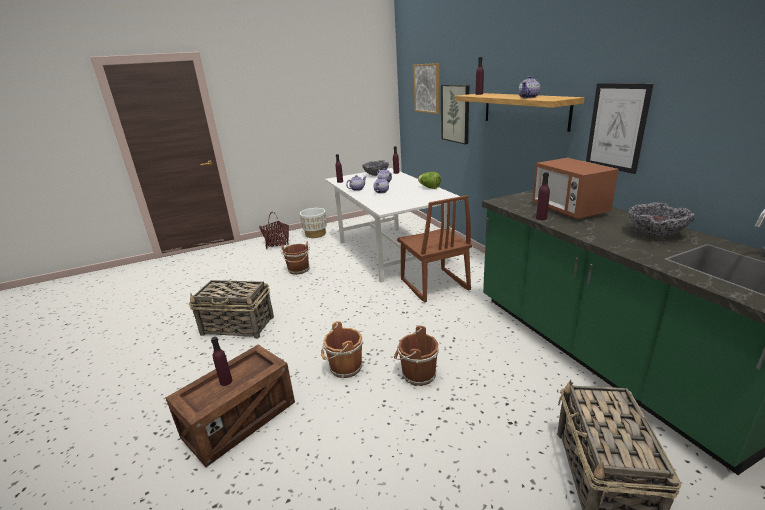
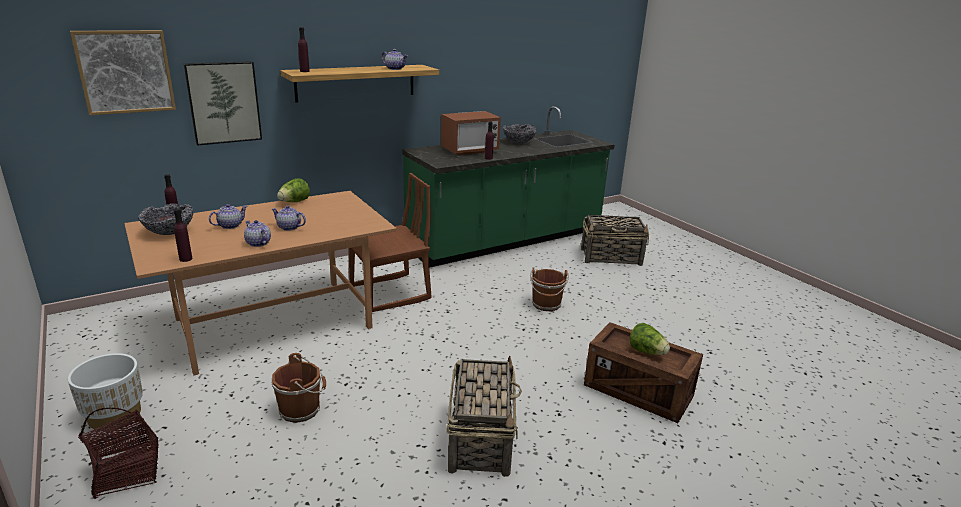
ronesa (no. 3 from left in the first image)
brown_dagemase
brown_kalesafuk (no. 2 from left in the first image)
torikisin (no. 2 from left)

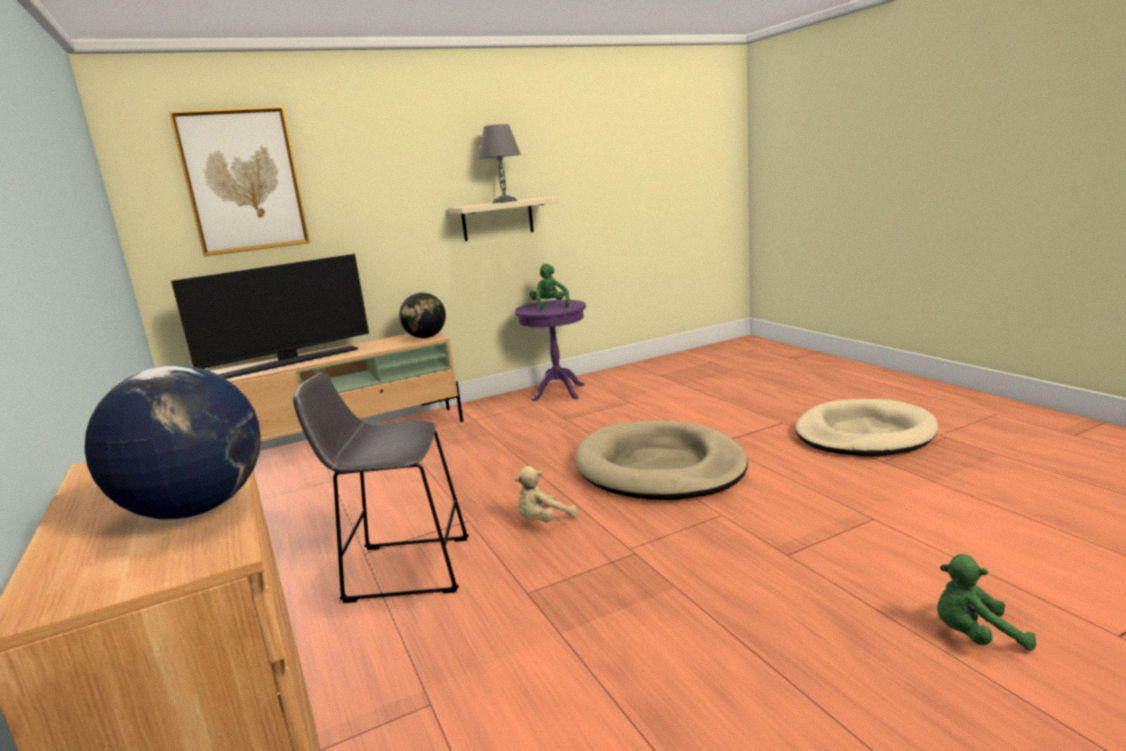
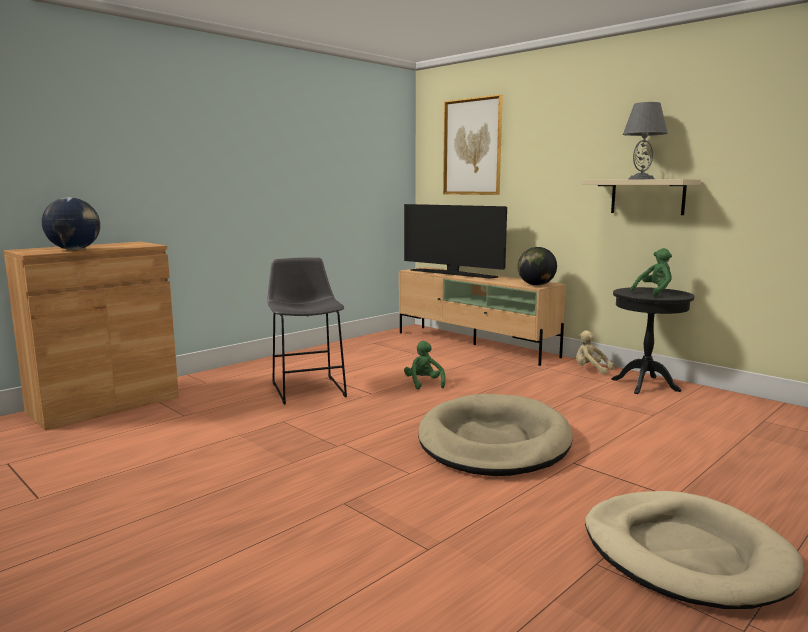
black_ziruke
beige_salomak
green_salomak (no. 1 from left)

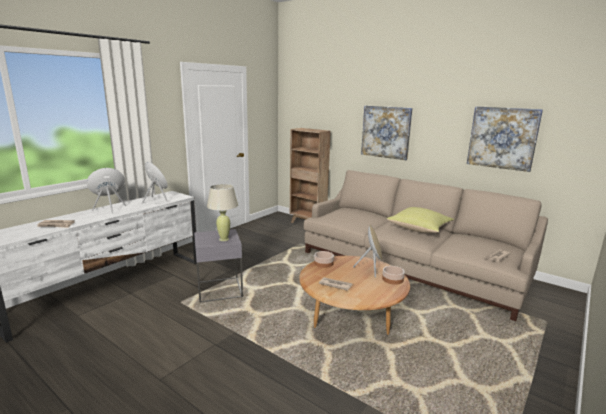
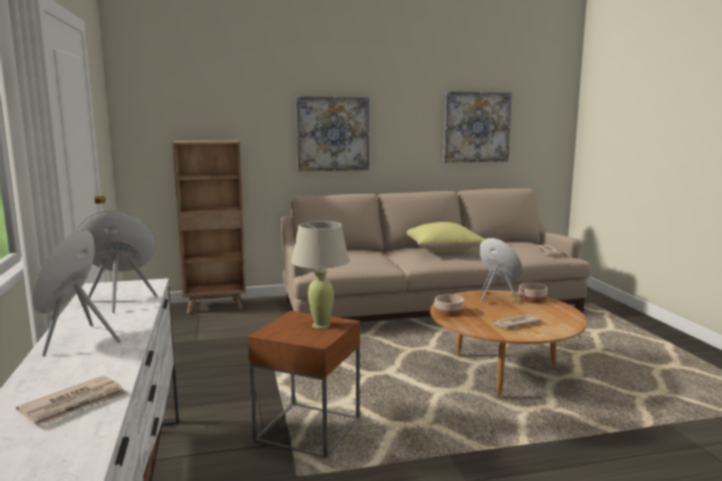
brown_ziruke

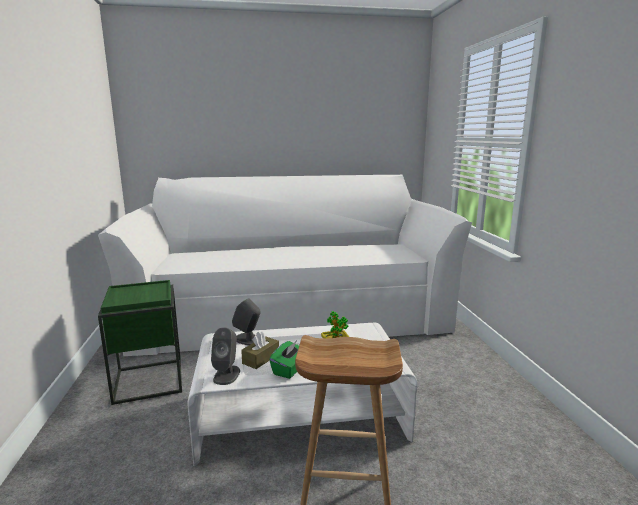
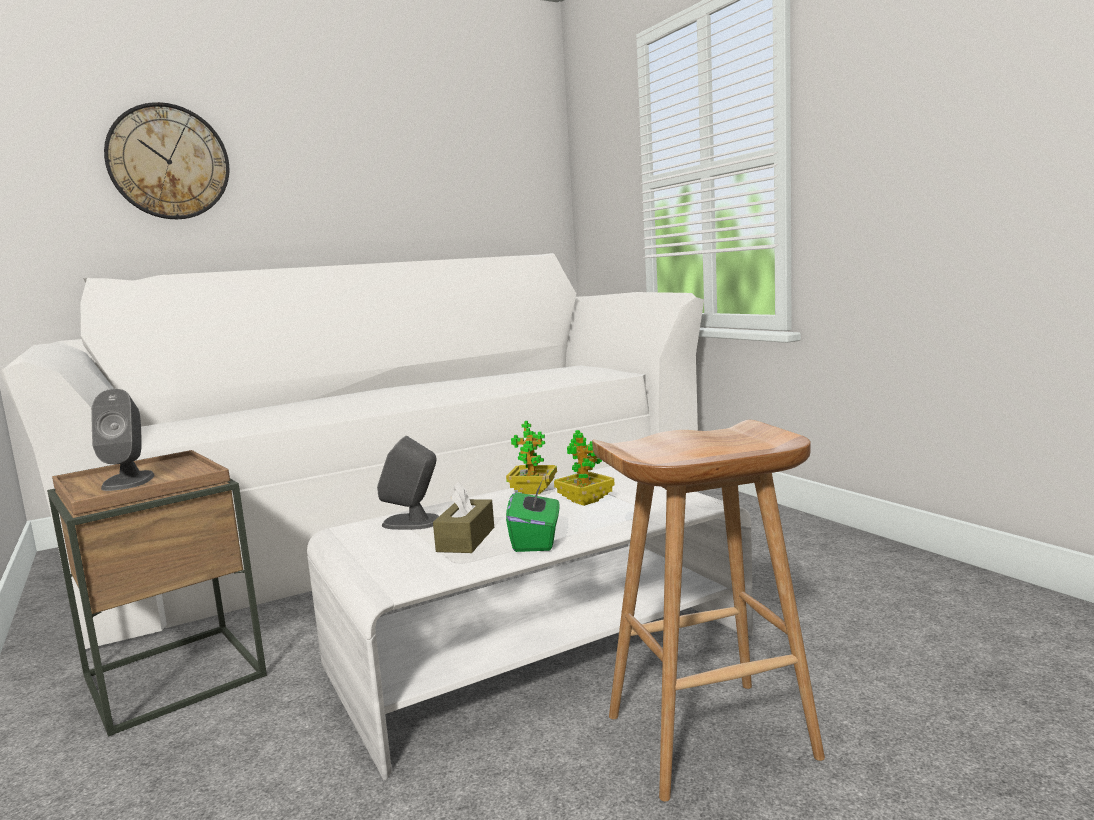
brown_ziruke
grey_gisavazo (no. 1 from left)
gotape
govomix (no. 1 from left)

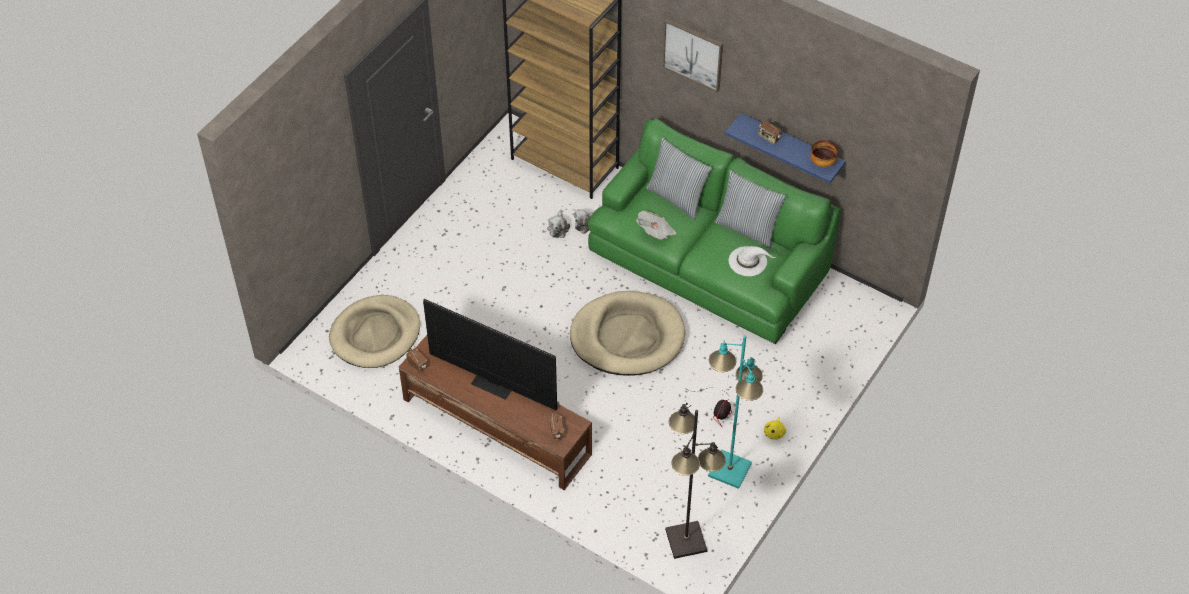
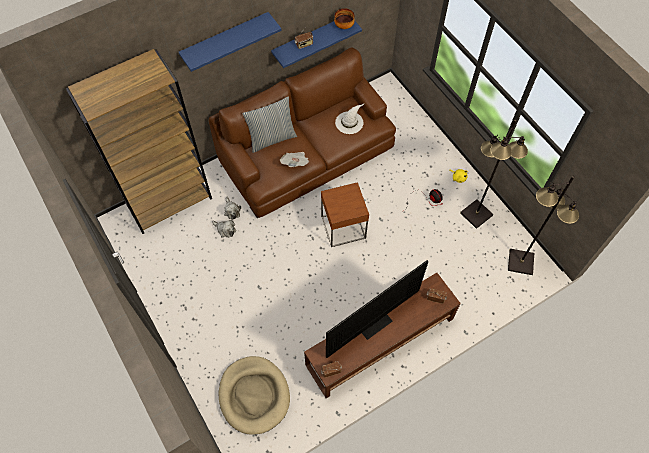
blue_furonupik (no. 1 from left)
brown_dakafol
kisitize (no. 2 from left in the first image)
brown_ziruke
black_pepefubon (no. 1 from left)

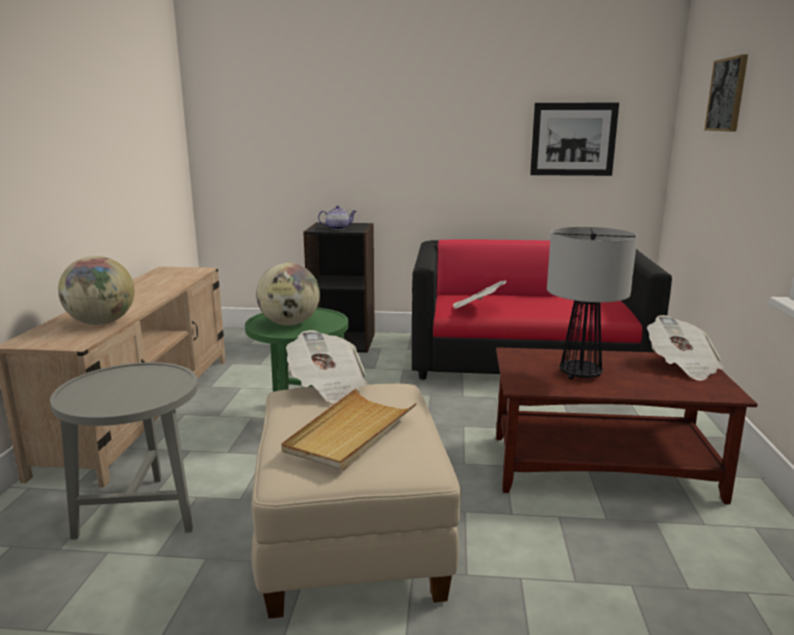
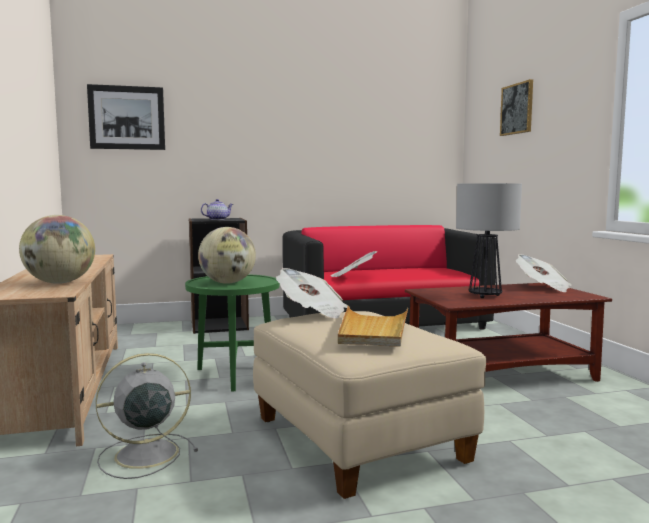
ronesa (no. 1 from left)
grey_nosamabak

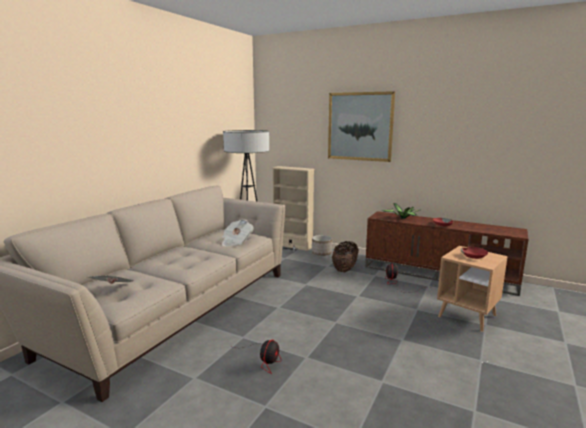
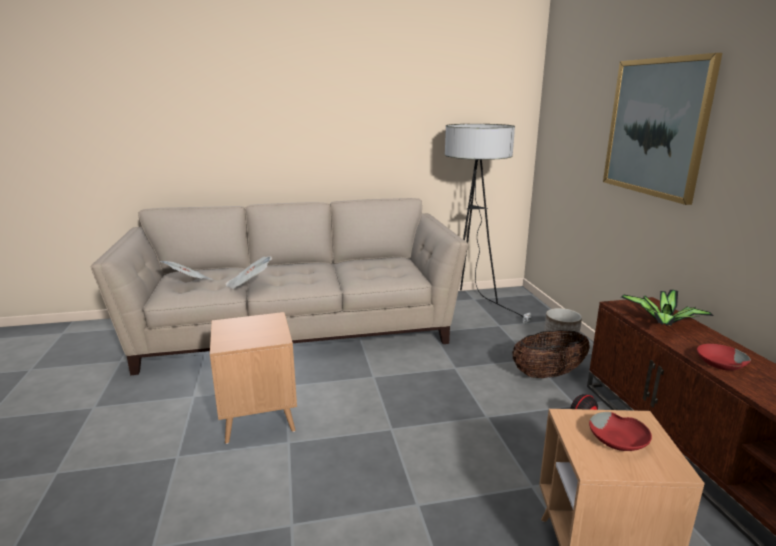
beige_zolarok
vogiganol (no. 2 from left)
brown_ziruke (no. 1 from left)

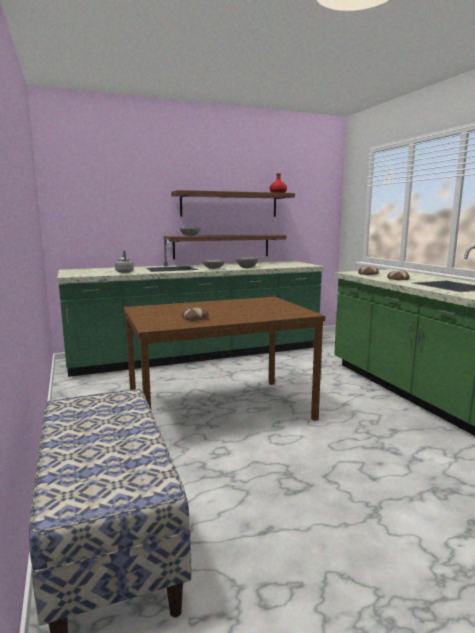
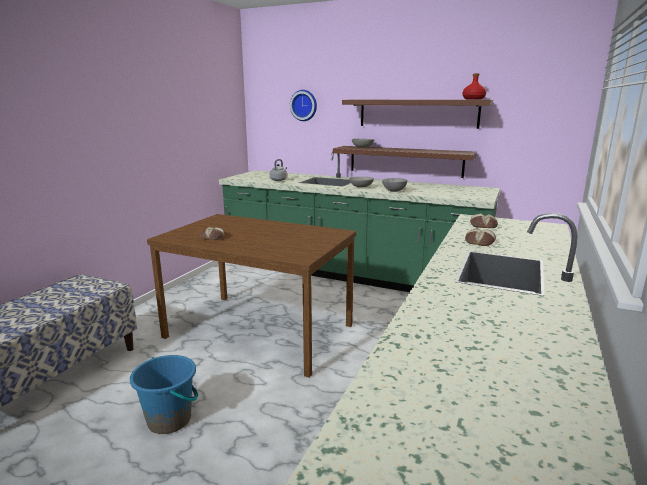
gotape
blue_kalesafuk

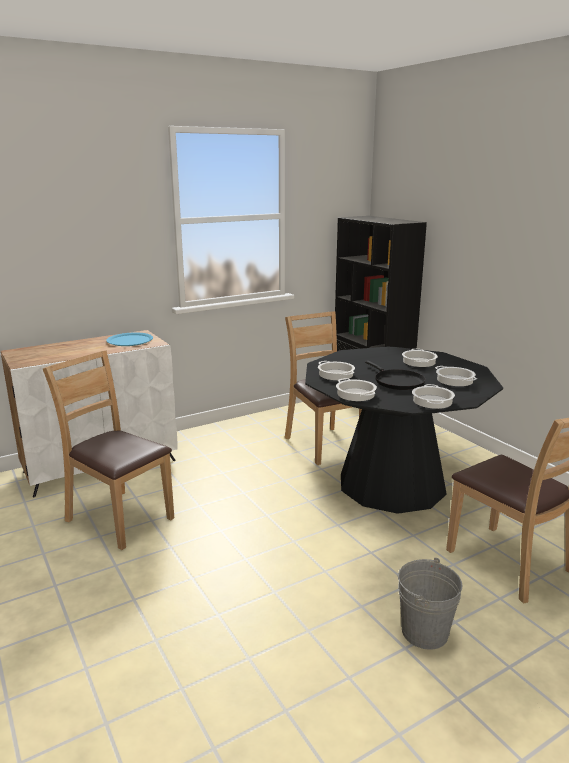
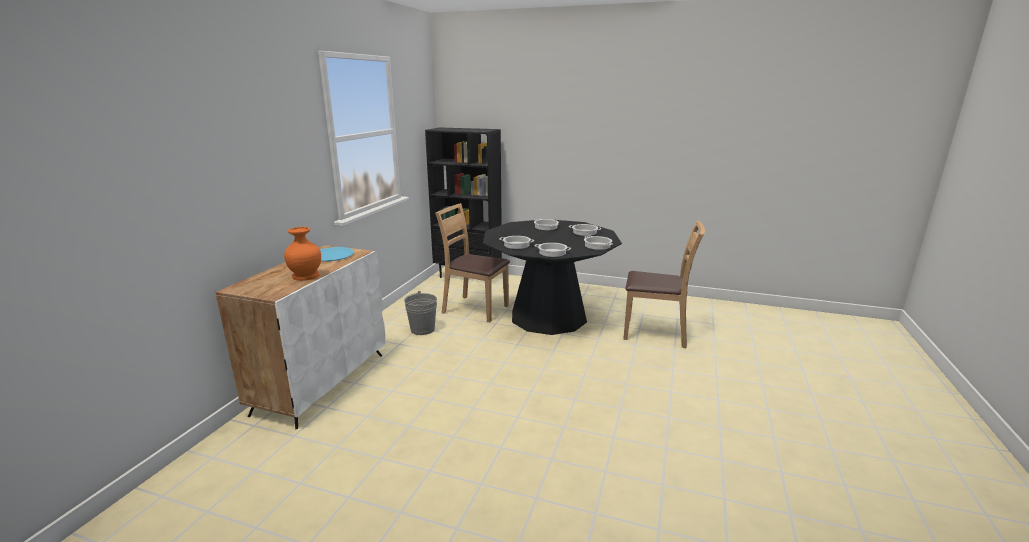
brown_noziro (no. 1 from left in the first image)
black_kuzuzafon
grey_kalesafuk
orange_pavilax

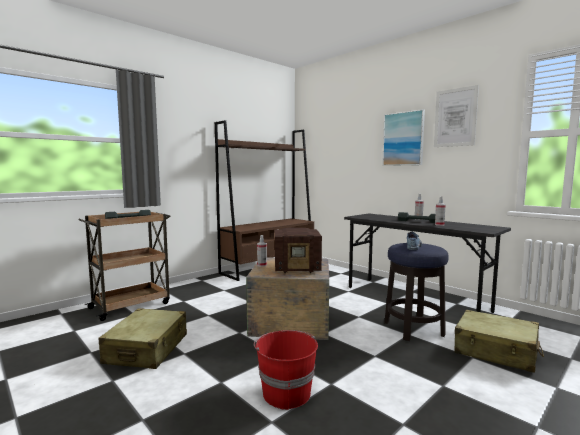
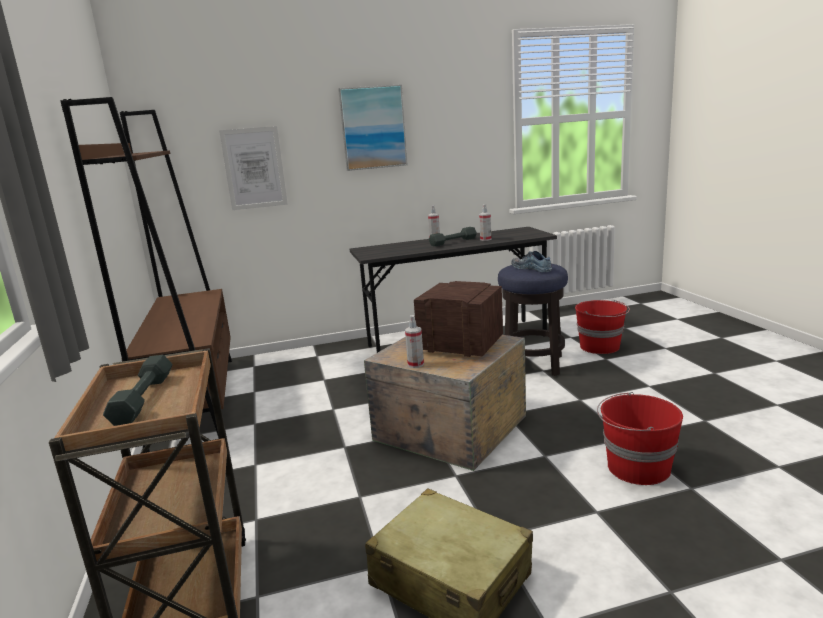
ronesa (no. 1 from left)
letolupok
red_kalesafuk (no. 1 from left)

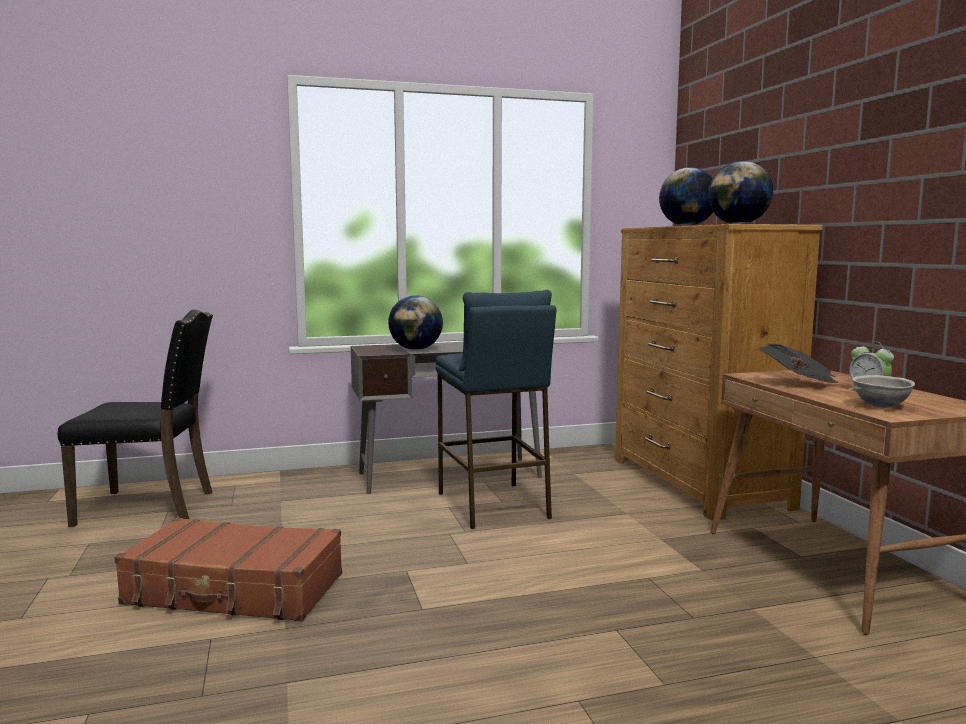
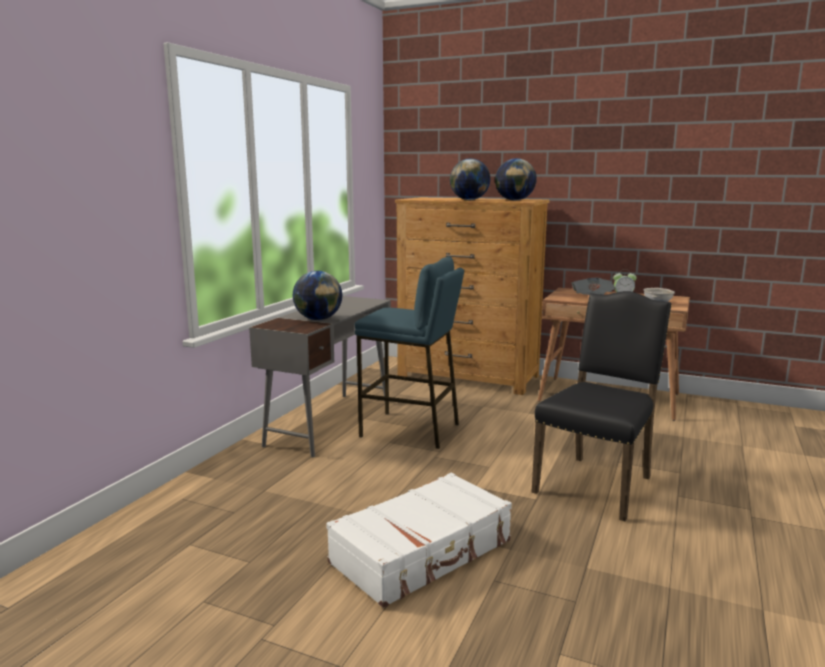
black_noziro
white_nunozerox

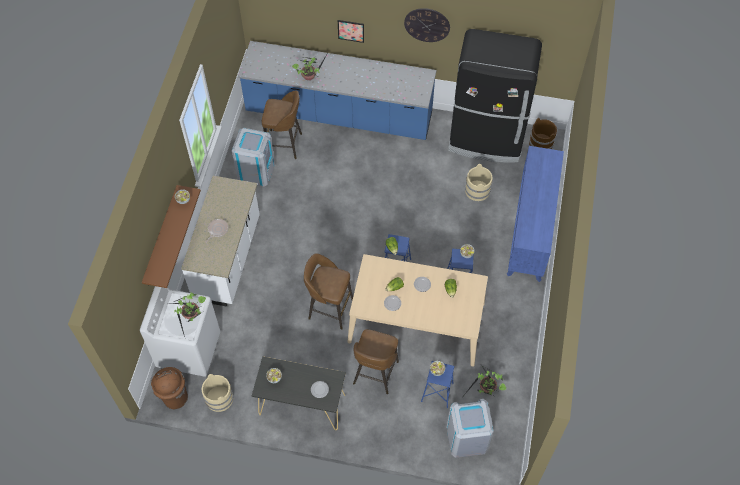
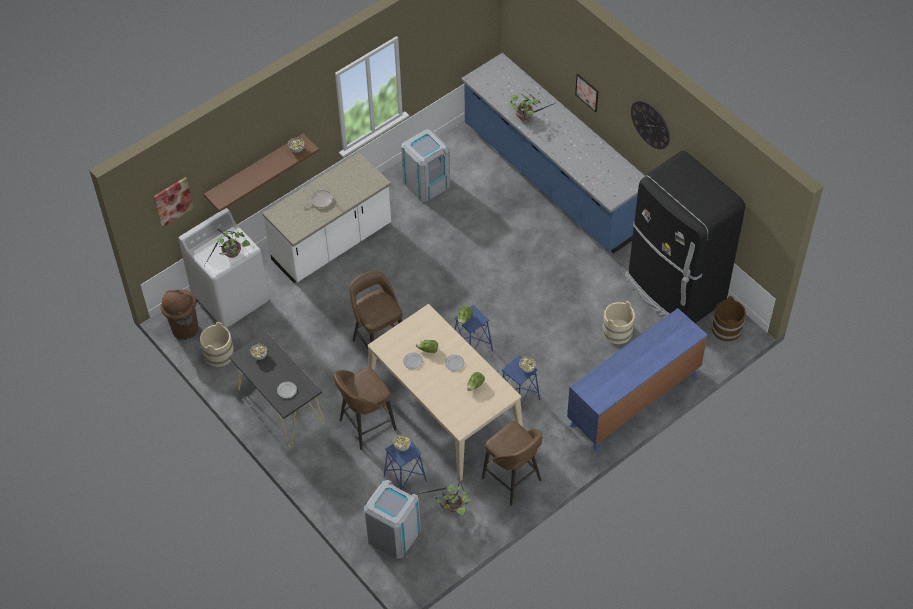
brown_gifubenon (no. 3 from left)
ronesa (no. 1 from left)

